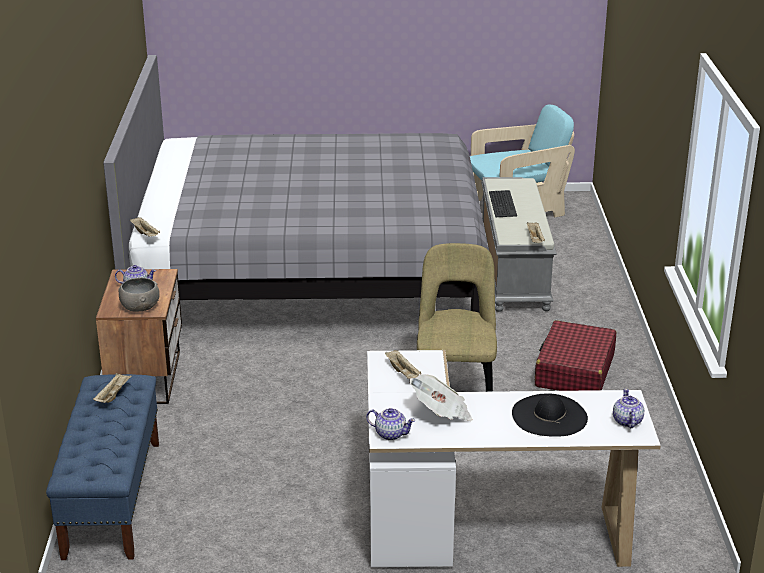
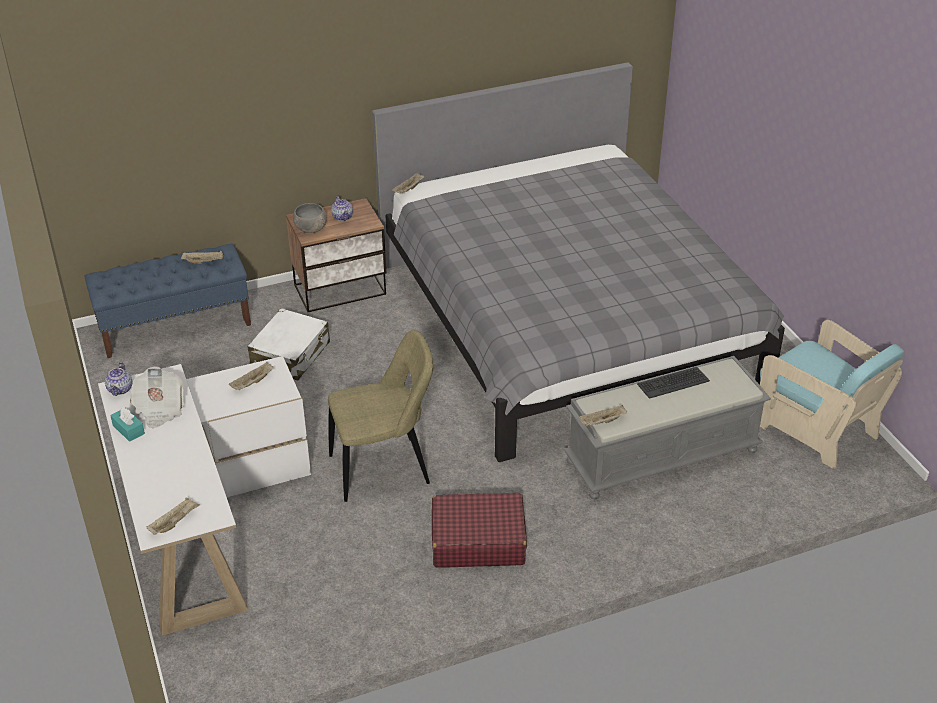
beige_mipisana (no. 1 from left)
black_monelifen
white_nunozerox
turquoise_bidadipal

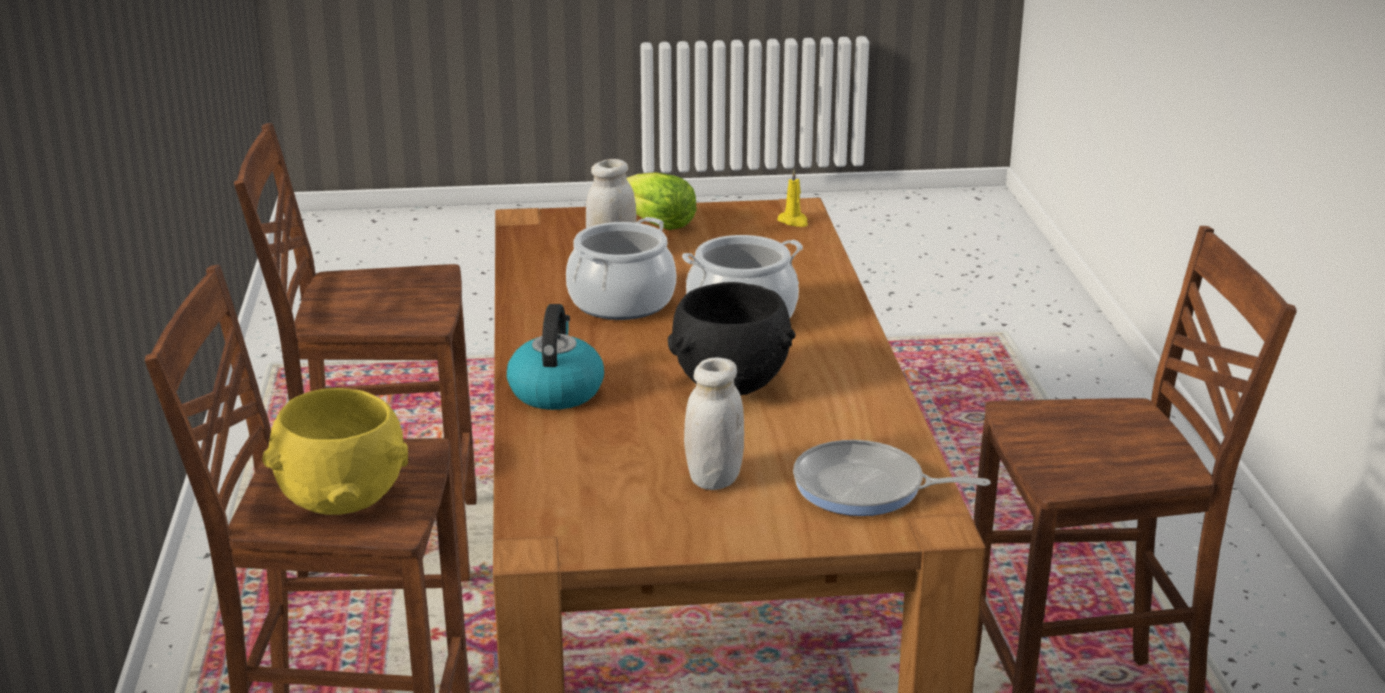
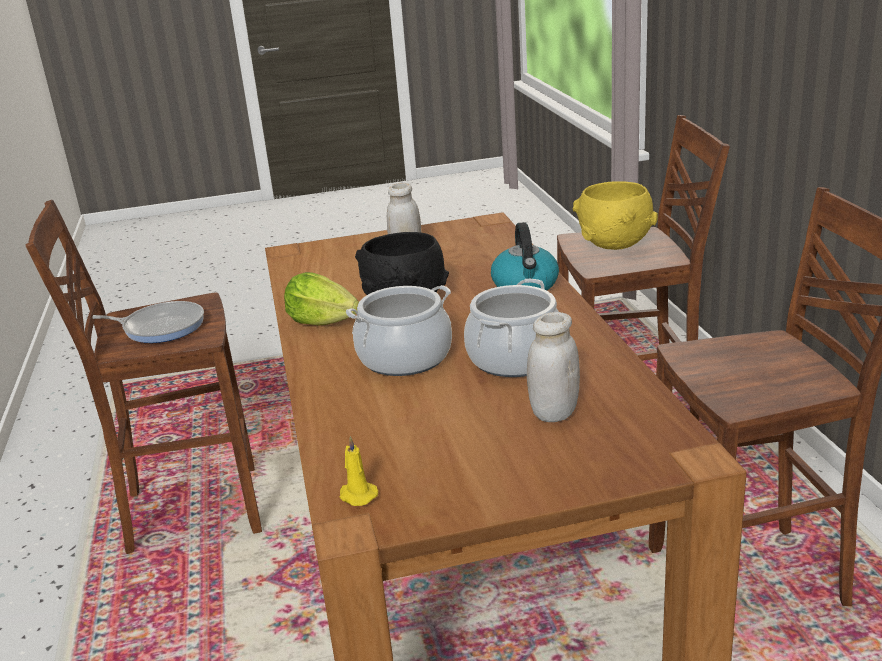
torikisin
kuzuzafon

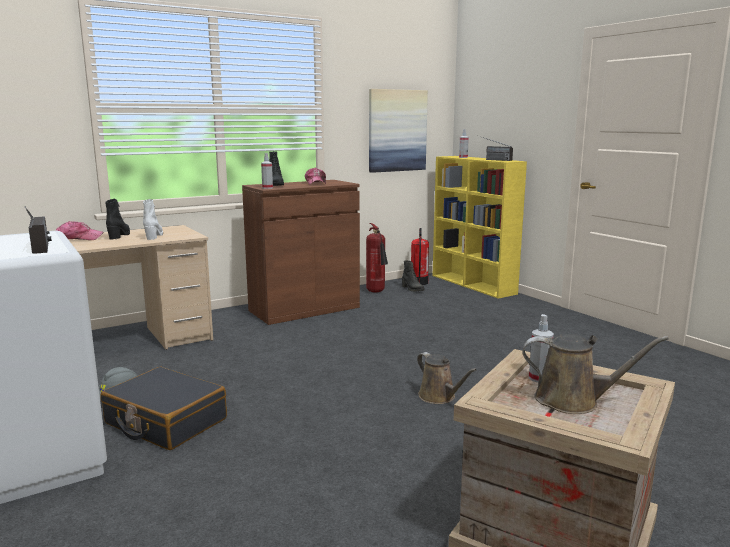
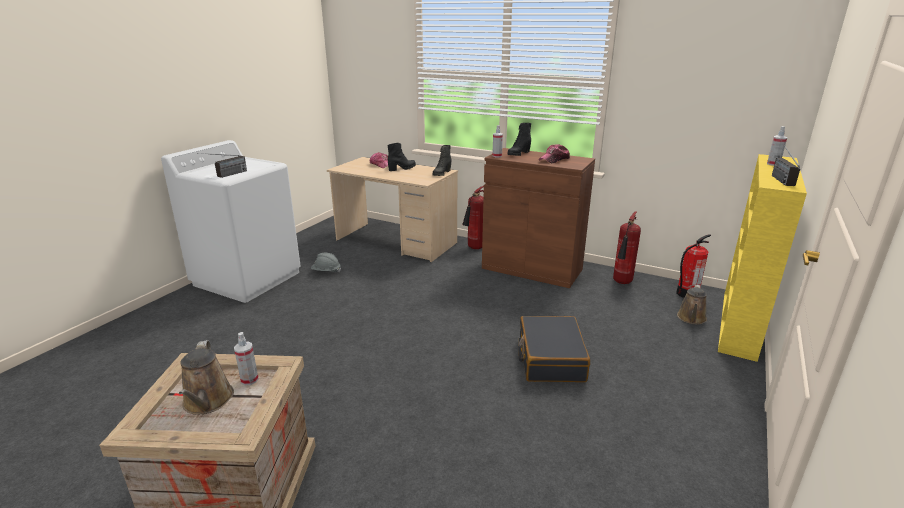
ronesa
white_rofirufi
black_rofirufi (no. 2 from left)
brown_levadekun (no. 2 from left)
black_nunozerox
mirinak (no. 1 from left)

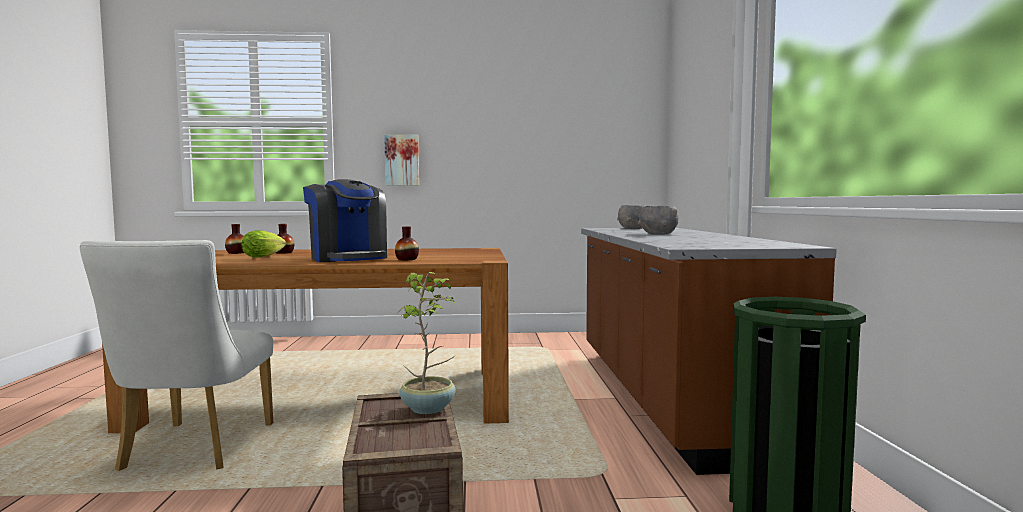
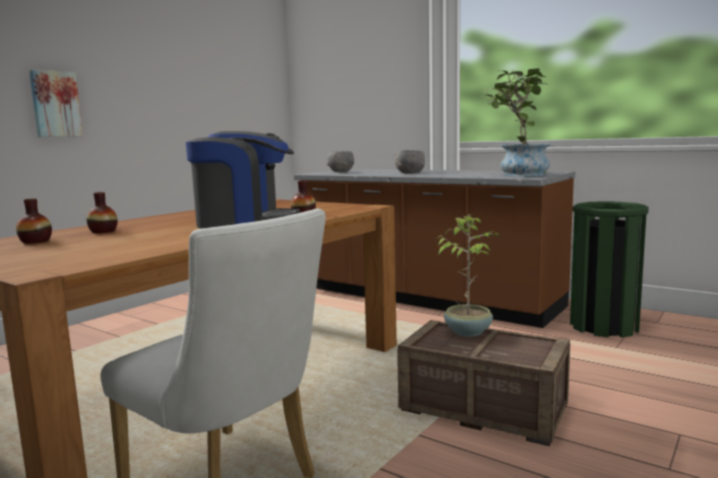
torikisin
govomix (no. 2 from left)

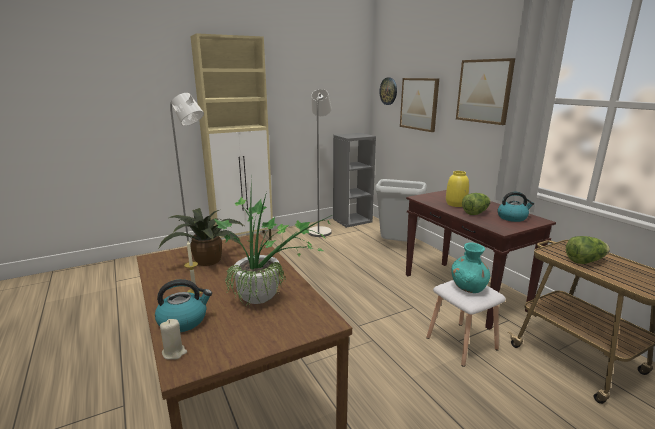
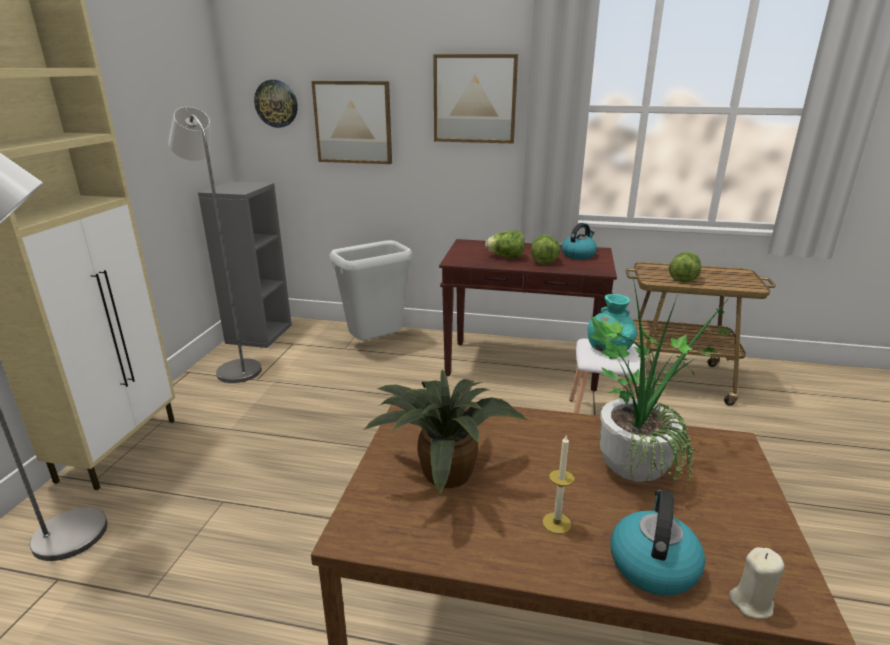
torikisin (no. 1 from left)

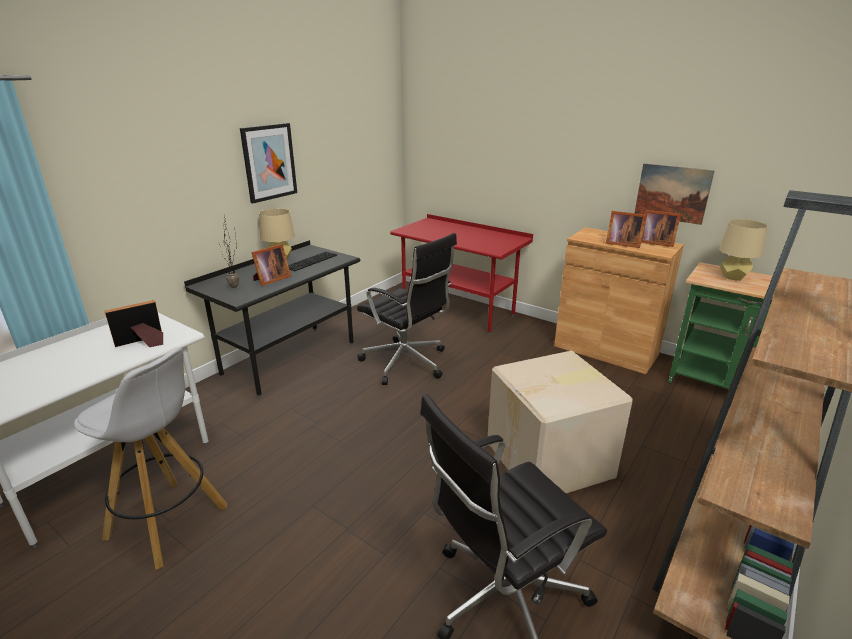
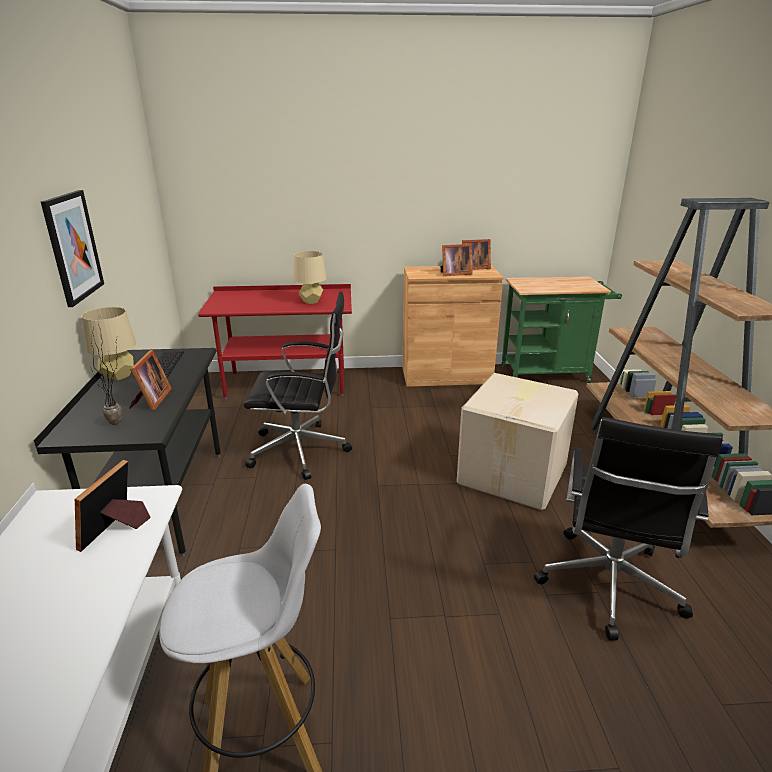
ronesa (no. 2 from left in the first image)
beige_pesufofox (no. 2 from left)

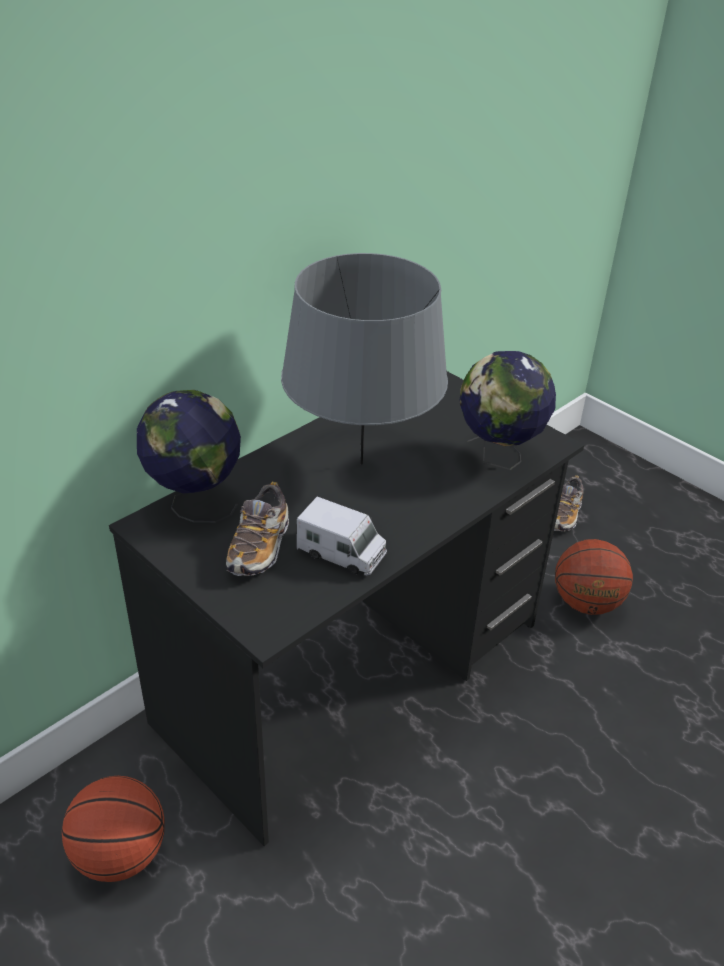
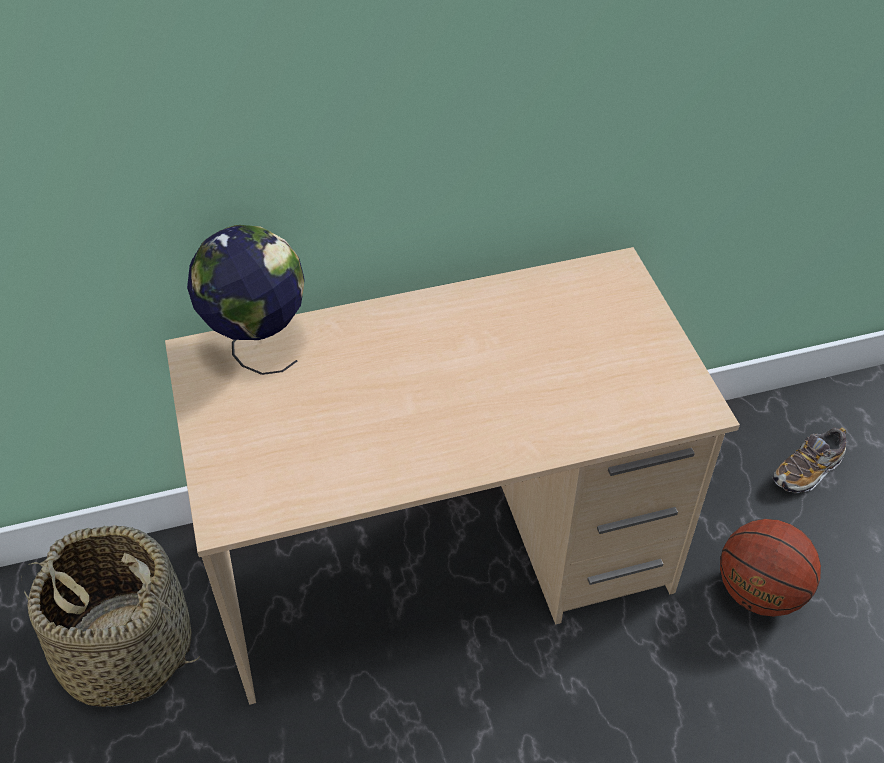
grey_pesufofox
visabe (no. 2 from left in the first image)
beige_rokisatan
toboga (no. 1 from left in the first image)
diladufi
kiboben

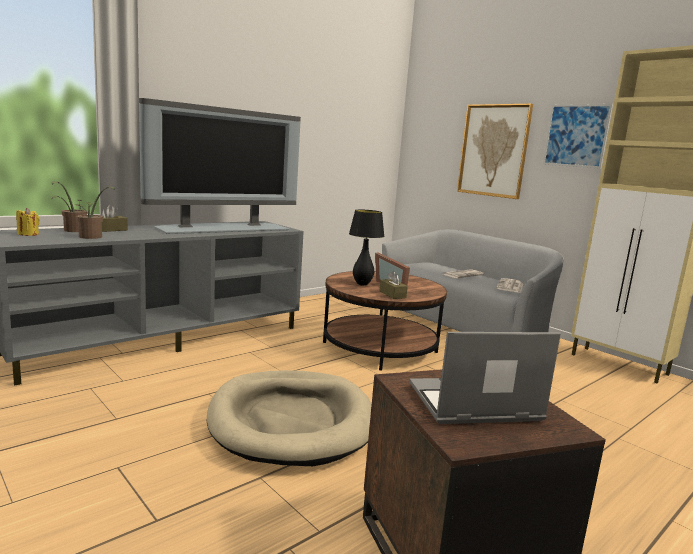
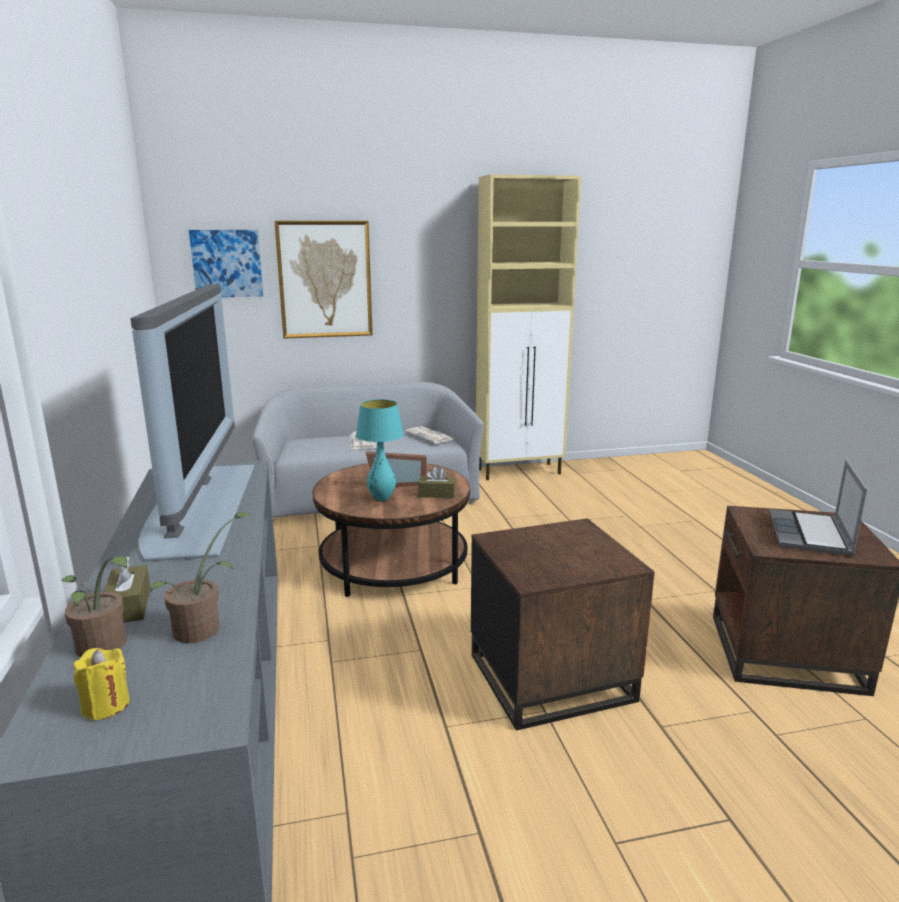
ronesa (no. 1 from left)
turquoise_pesufofox
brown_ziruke (no. 1 from left)

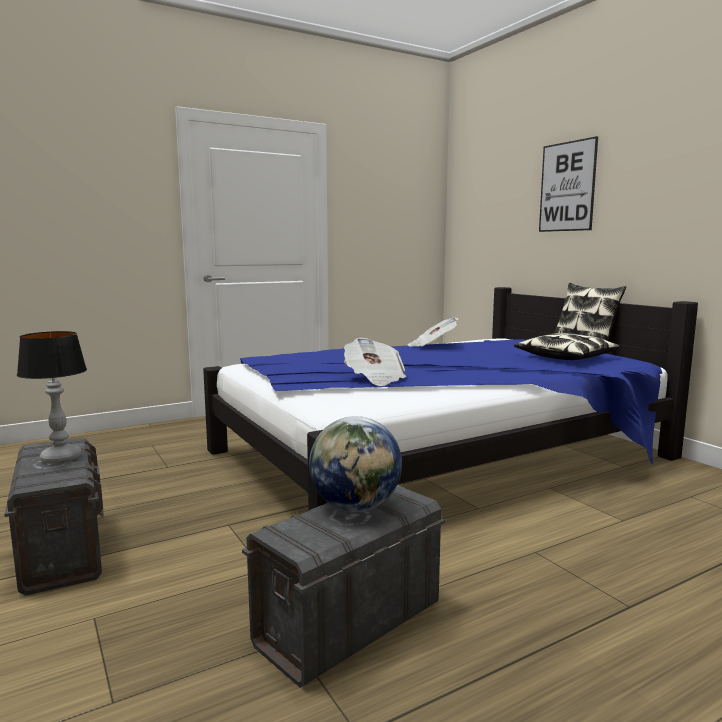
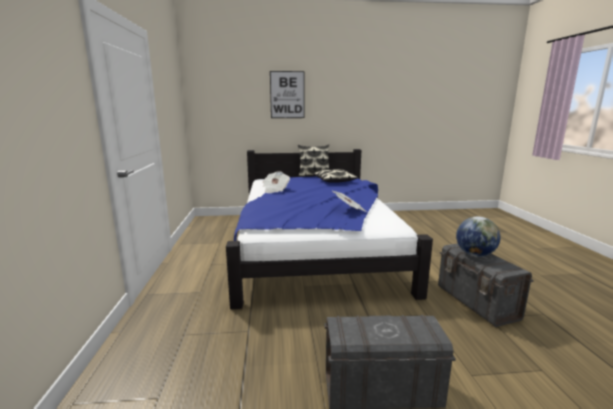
pesufofox

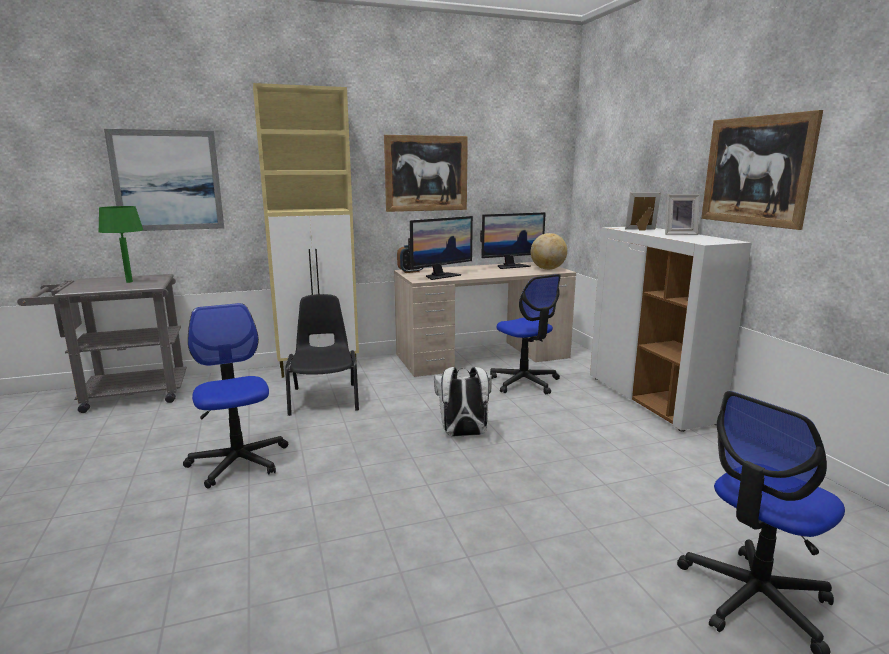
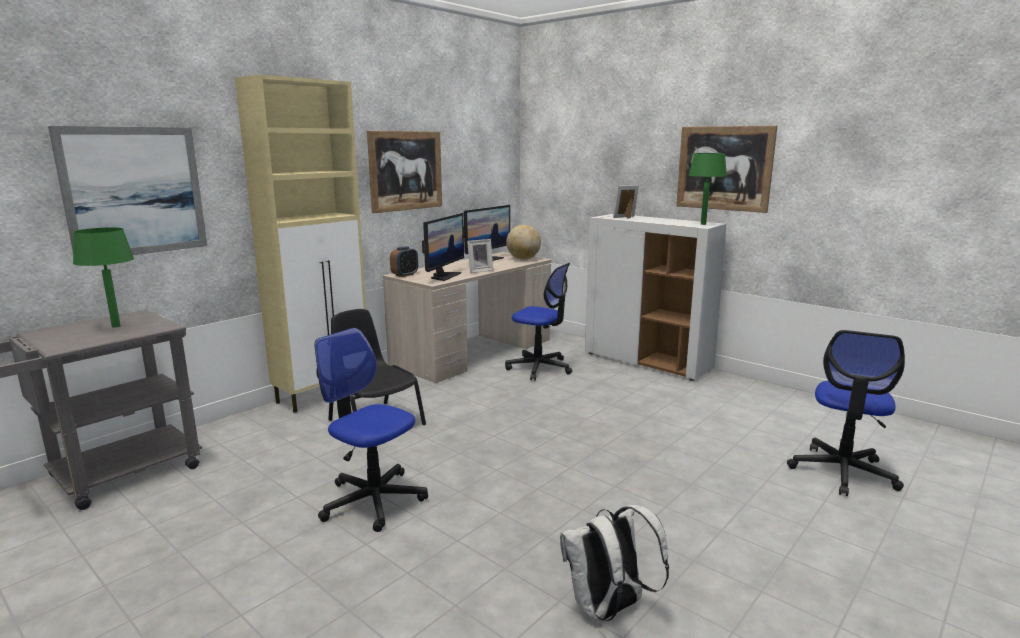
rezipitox (no. 1 from left)
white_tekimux
green_pesufofox (no. 2 from left)

